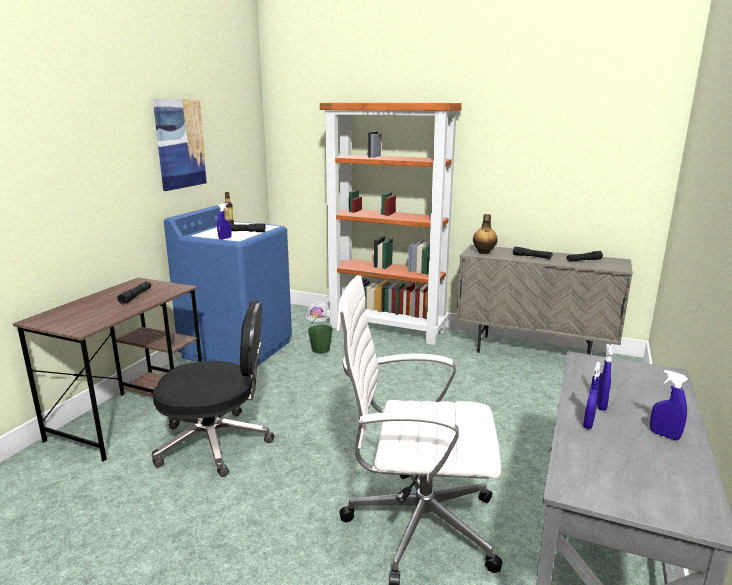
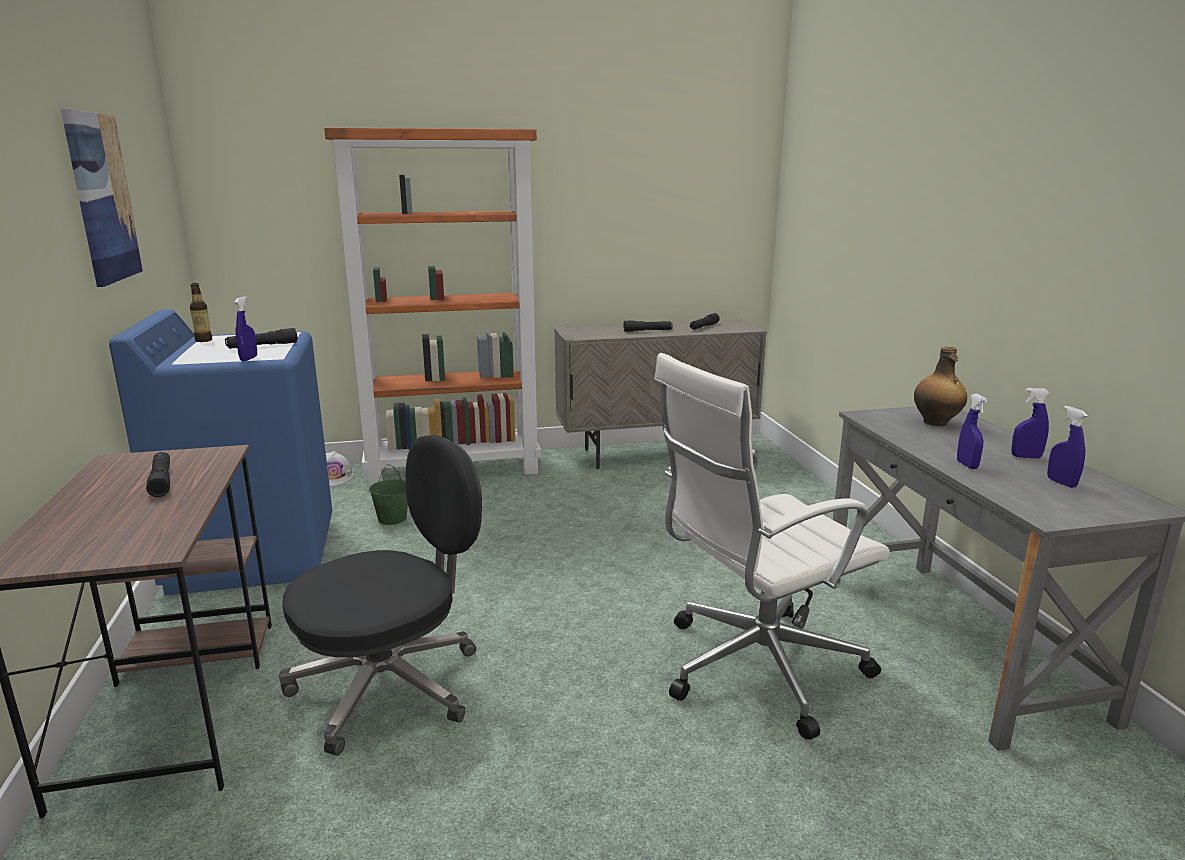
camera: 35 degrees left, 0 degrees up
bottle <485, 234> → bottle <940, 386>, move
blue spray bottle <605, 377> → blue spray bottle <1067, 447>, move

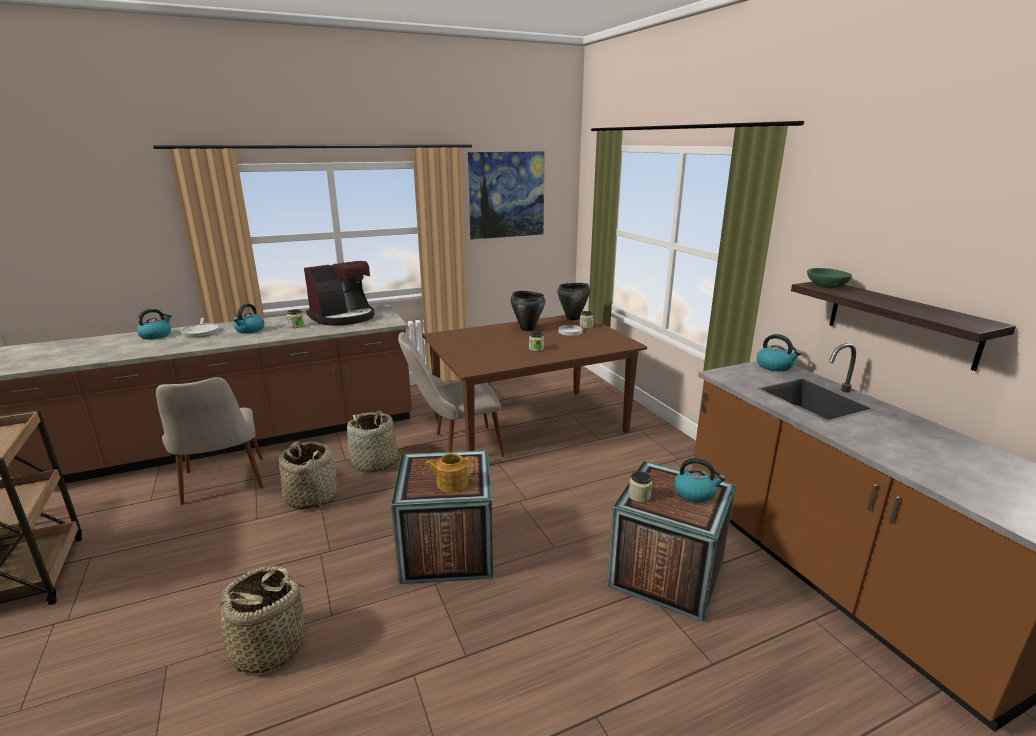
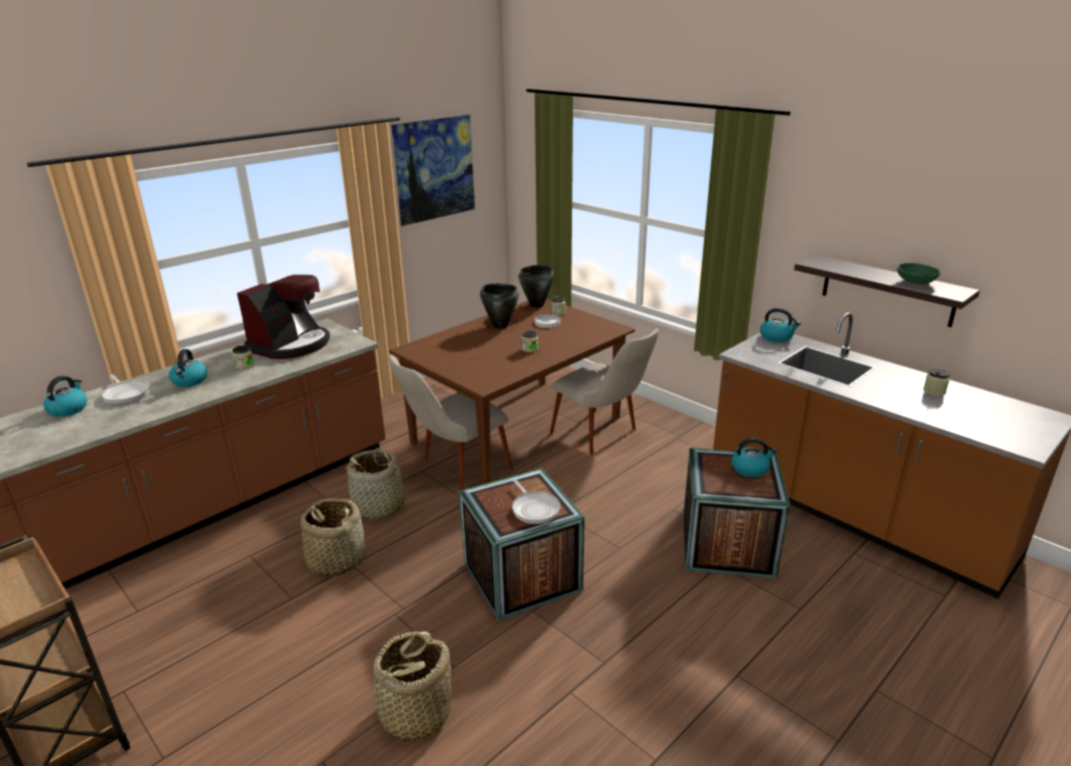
camera: 20 degrees left, 5 degrees up
green bowl <829, 278> → green bowl <919, 273>, move
beige chair <209, 441> → beige chair <604, 391>, move
teapot <450, 472> → frying pan <536, 501>
jar <640, 486> → jar <936, 382>, move

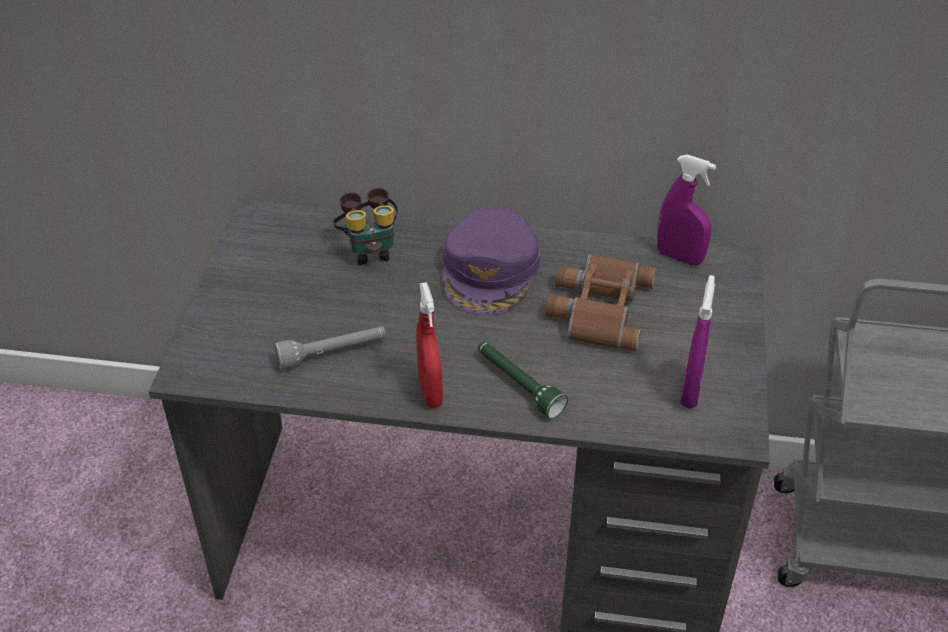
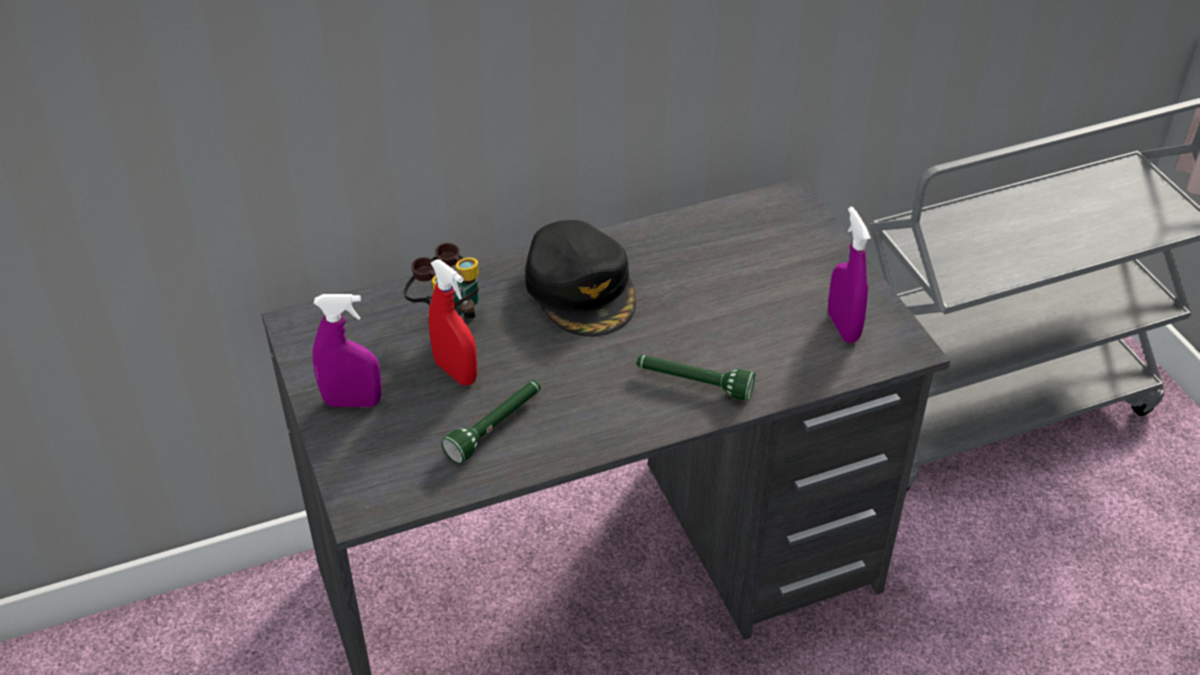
camera: 30 degrees left, 0 degrees up
purple spray bottle <686, 209> → purple spray bottle <347, 350>, move
purple cap <491, 260> → black cap <580, 278>
brown binoculars <600, 302> → -
red spray bottle <429, 345> → red spray bottle <453, 322>, move
grey flashlight <330, 348> → green flashlight <491, 422>

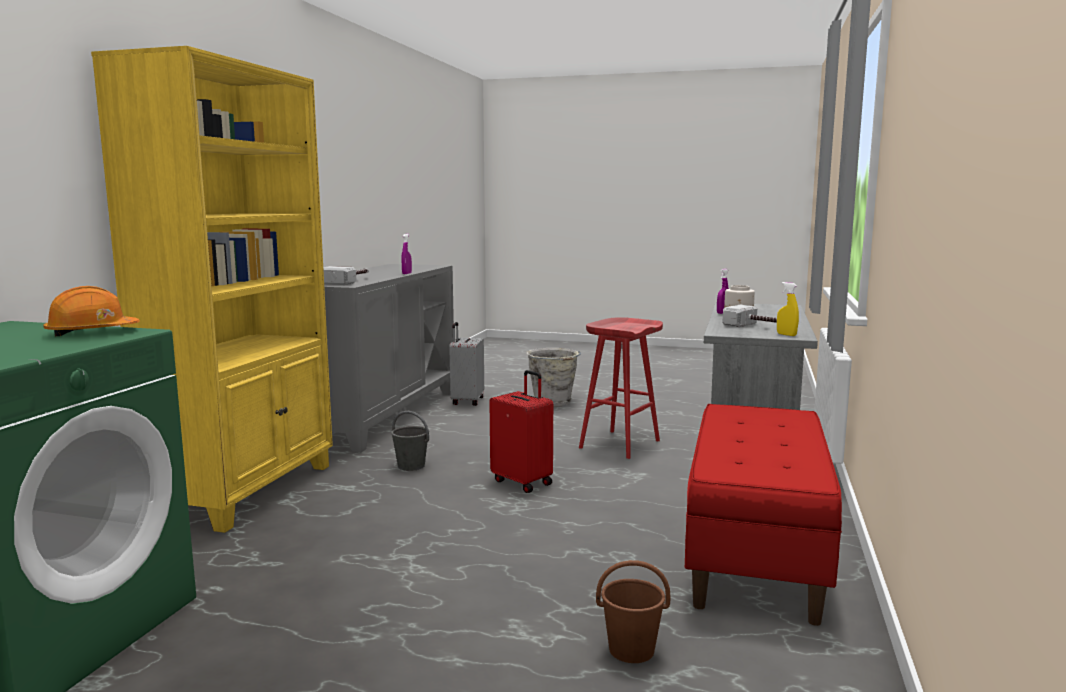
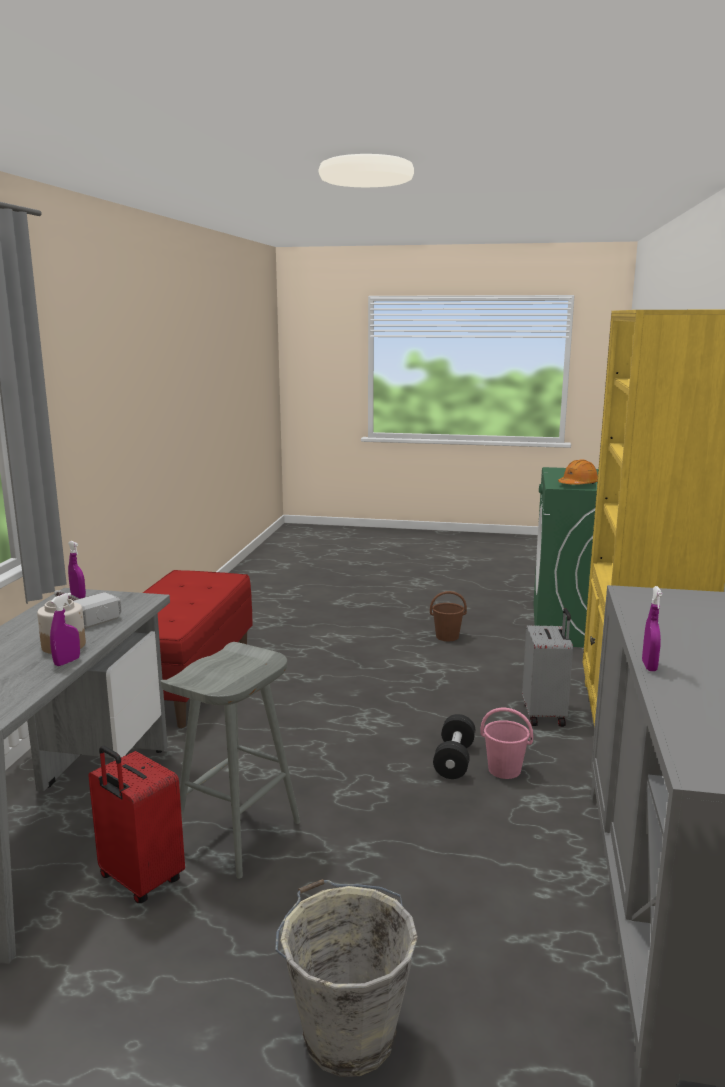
camera: 175 degrees right, 5 degrees up
hammer <346, 275> → -
yellow spray bottle <788, 309> → purple spray bottle <77, 569>
red stool <621, 388> → grey stool <230, 760>
grey suitcase <466, 364> → grey suitcase <547, 667>, move
red suitcase <521, 431> → red suitcase <136, 824>, move
grey bucket <410, 441> → pink bucket <506, 743>
brown bucket <633, 611> → brown bucket <448, 616>, move
- → black dumbbell <454, 746>

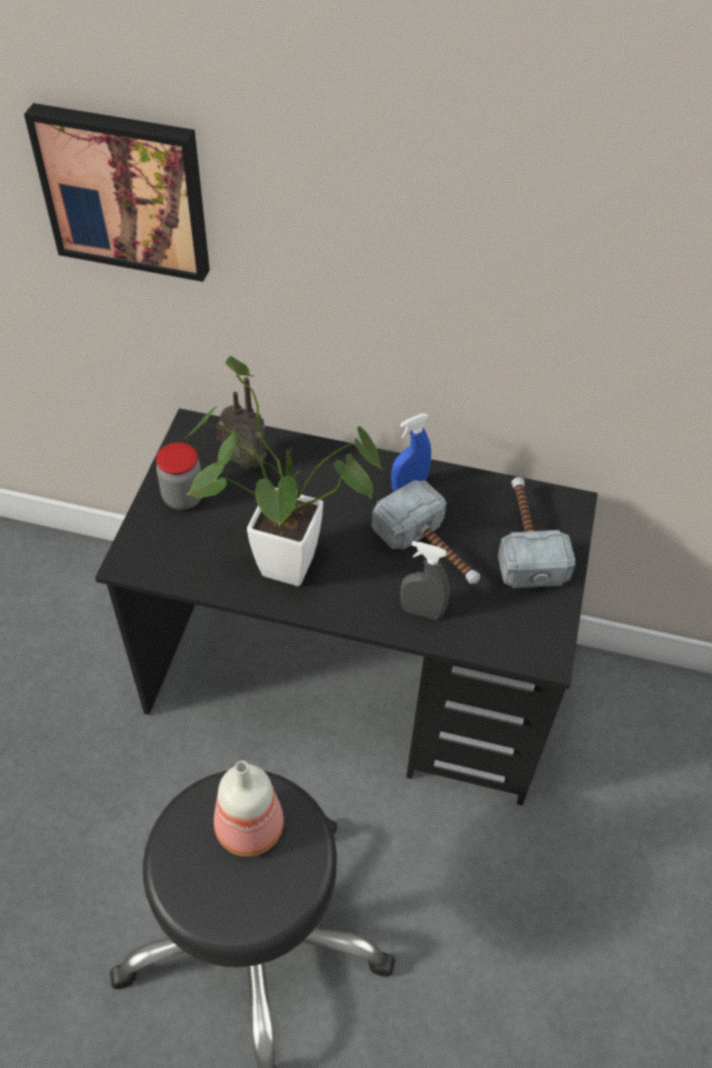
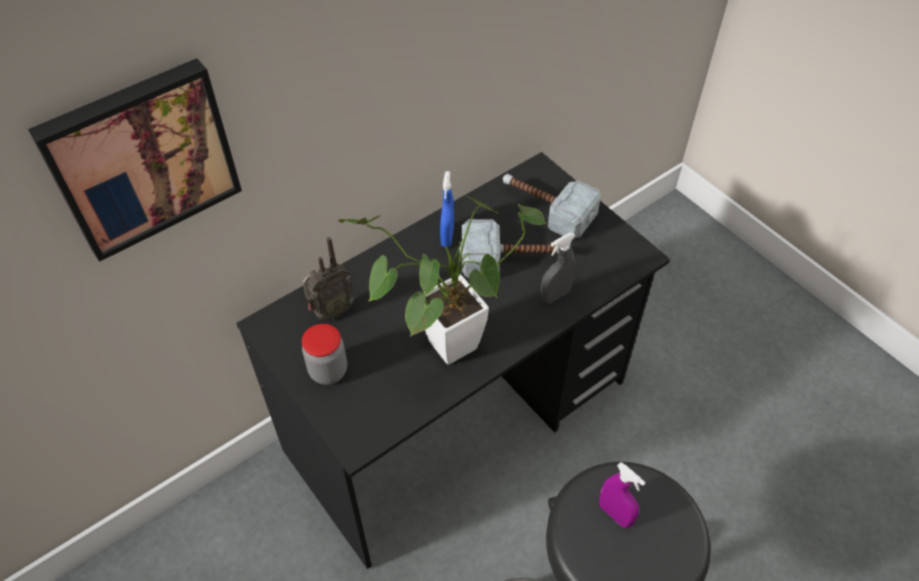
camera: 50 degrees left, 0 degrees up
bottle <249, 809> → purple spray bottle <622, 495>

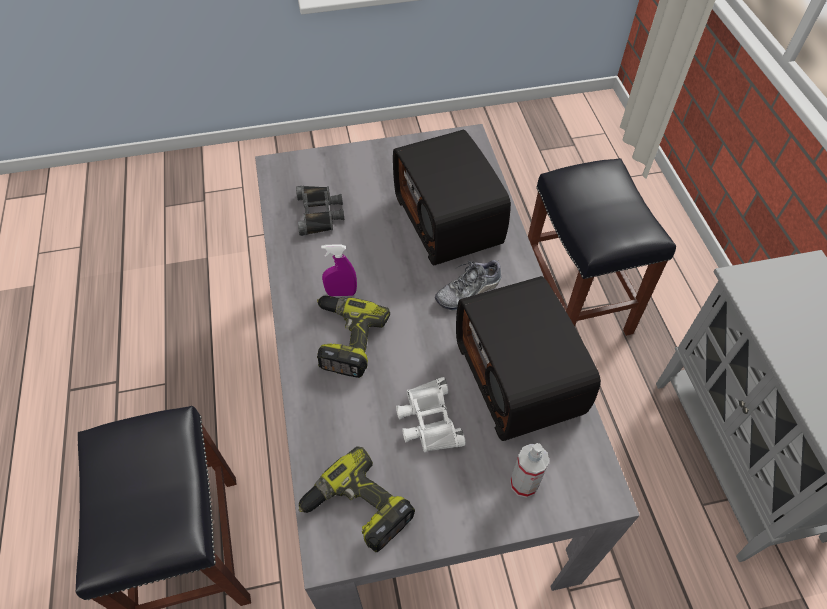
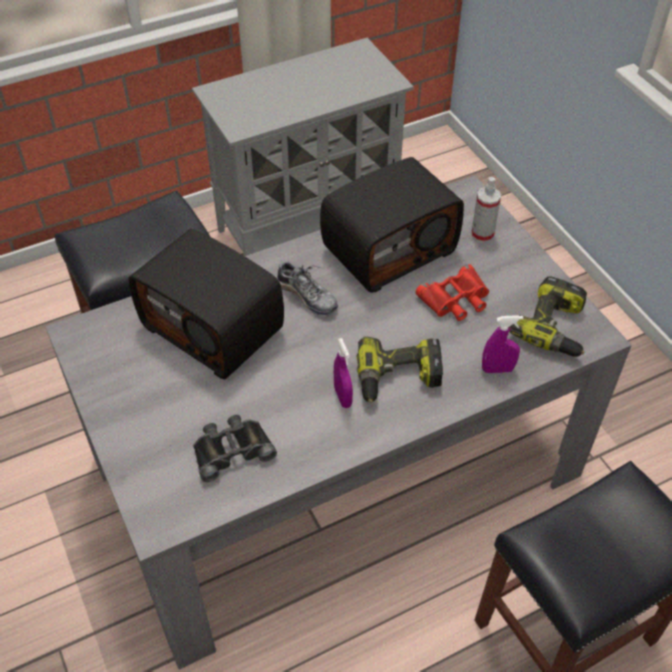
camera: 105 degrees left, 5 degrees down
radio <452, 197> → radio <206, 303>, 75 degrees clockwise
white binoculars <431, 414> → red binoculars <452, 292>
- → purple spray bottle <503, 344>

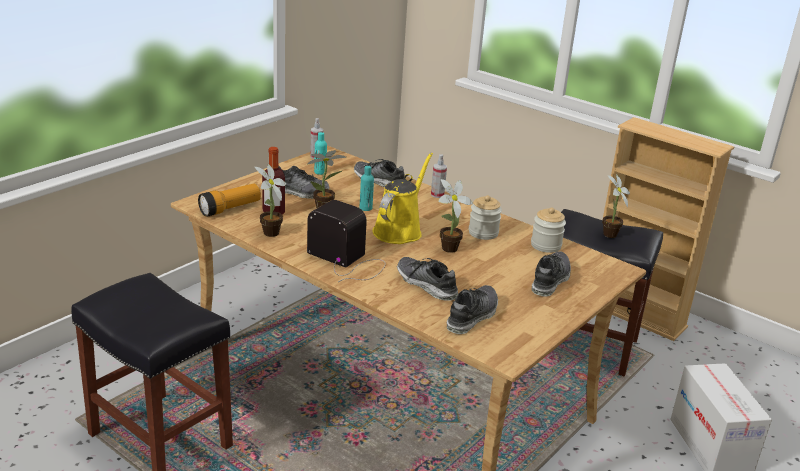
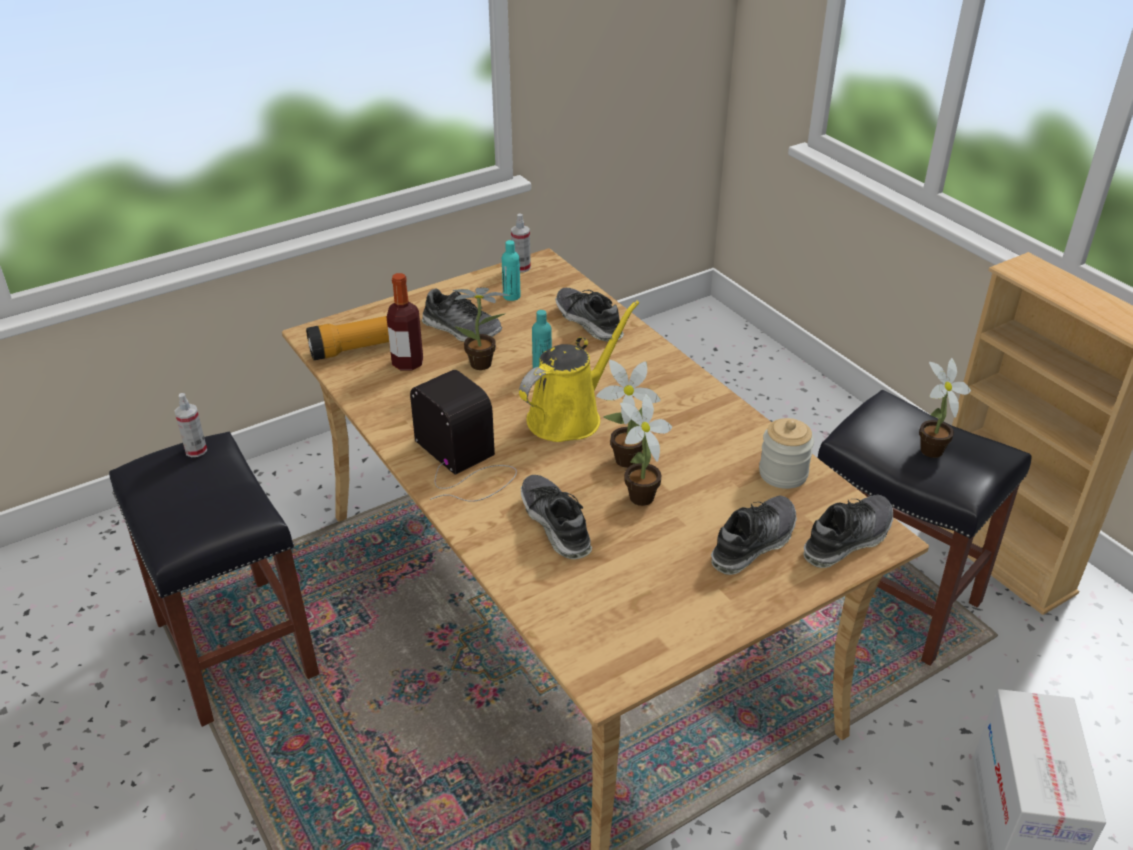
camera: 20 degrees right, 10 degrees up
spray bottle <439, 176> → spray bottle <191, 425>, move
potted plant <270, 200> → potted plant <646, 449>, move
jar <485, 217> → -
shoe <472, 309> → shoe <848, 531>, move

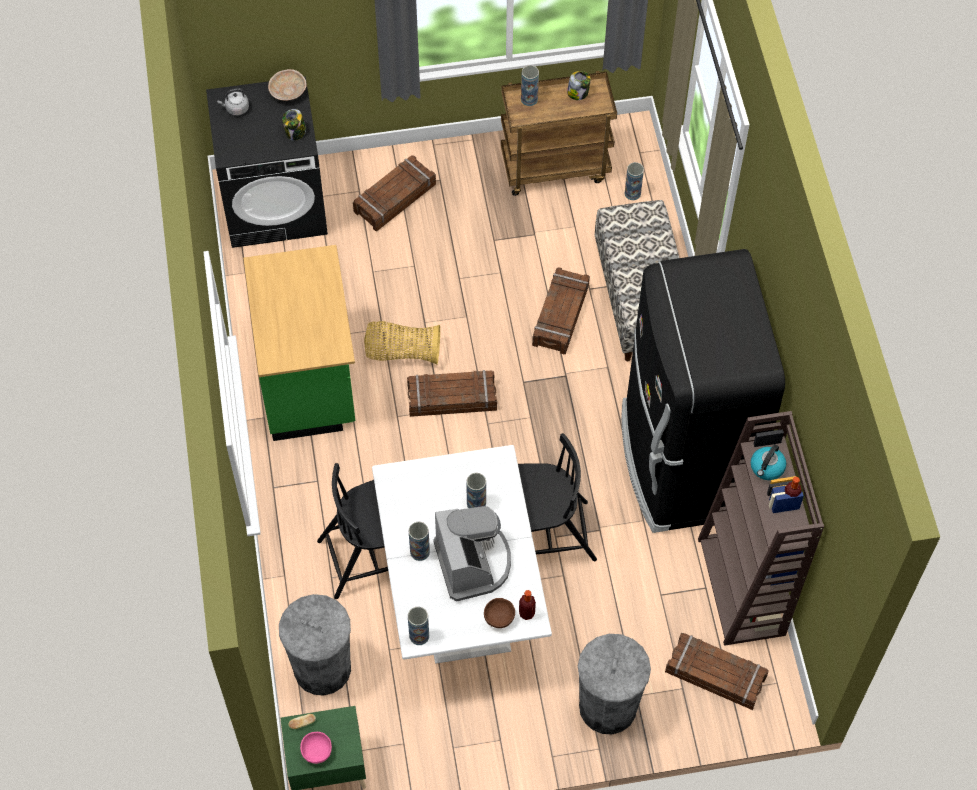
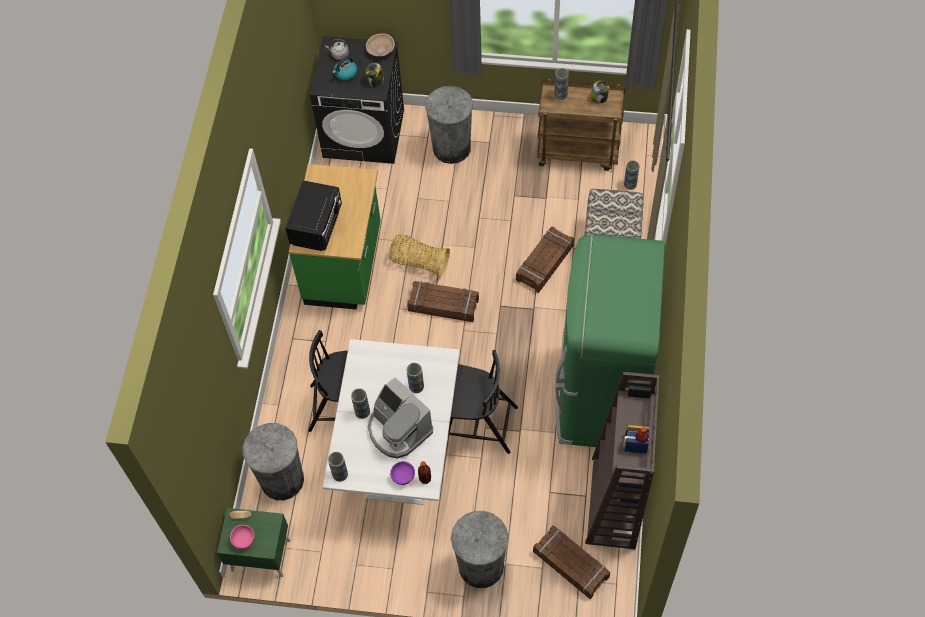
camera: 20 degrees right, 0 degrees up
crate <394, 193> → grey trash can <449, 125>
black fridge <703, 391> → green fridge <610, 341>
kettle <768, 462> → kettle <344, 68>, move
coffee machine <472, 553> → coffee machine <400, 418>, 135 degrees clockwise
brown bowl <499, 613> → purple bowl <402, 473>
- → black microwave <313, 215>

